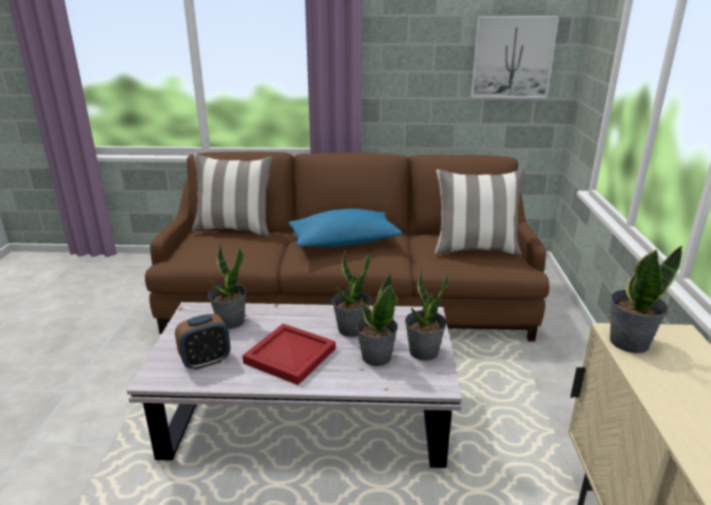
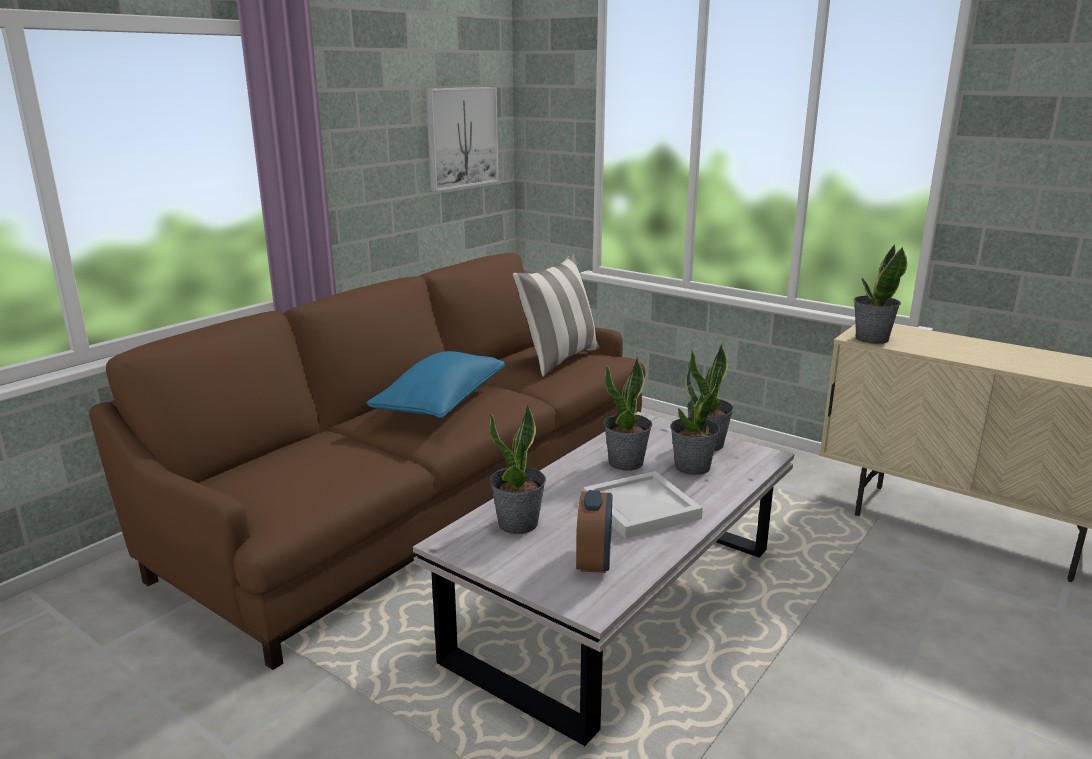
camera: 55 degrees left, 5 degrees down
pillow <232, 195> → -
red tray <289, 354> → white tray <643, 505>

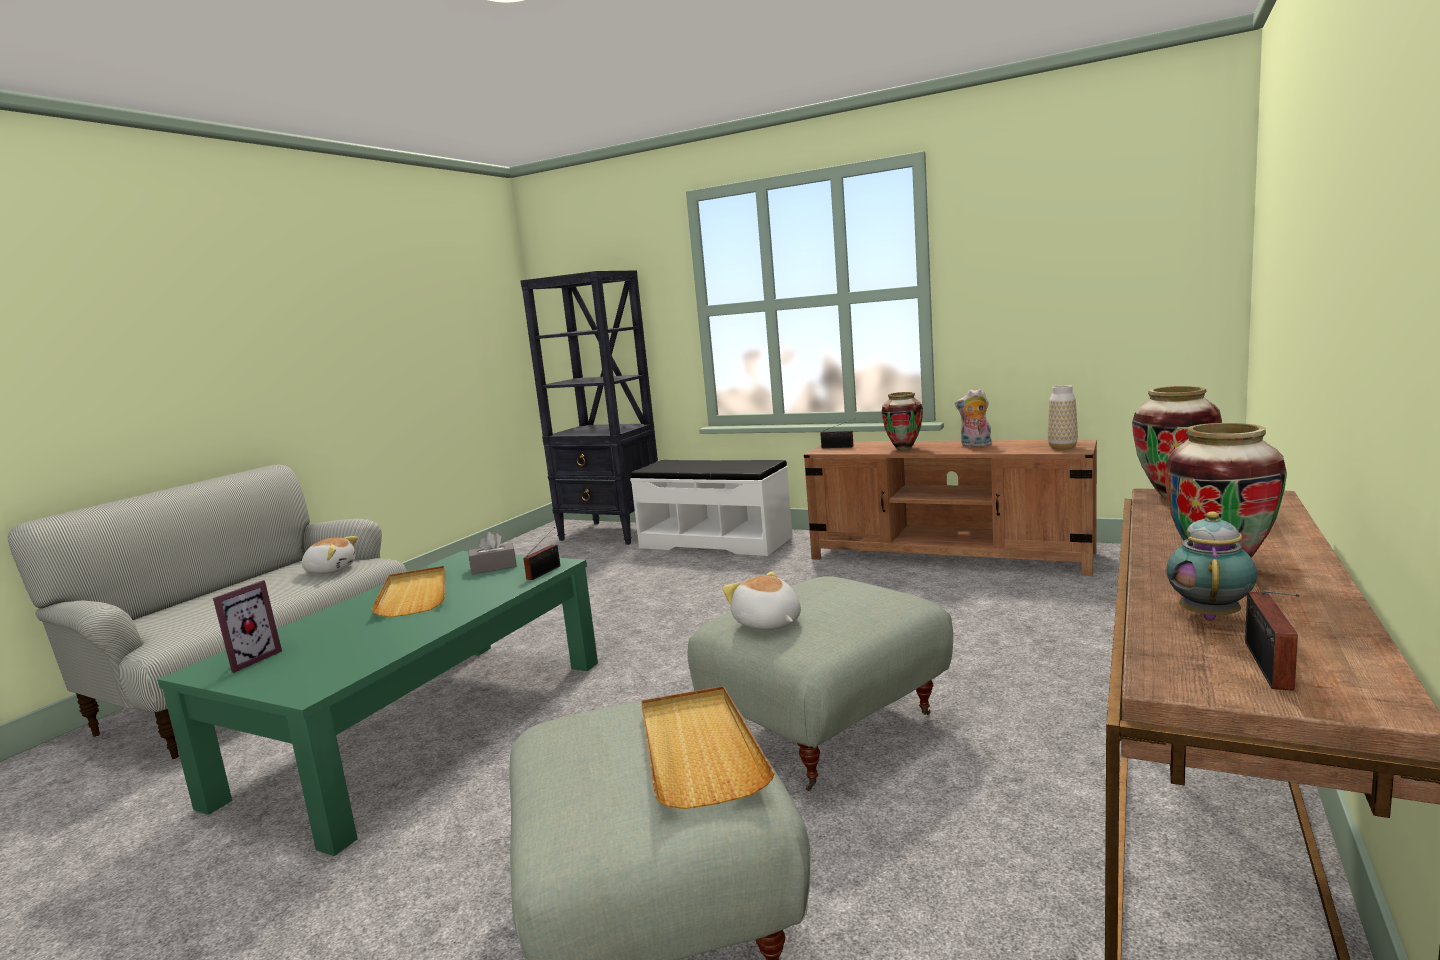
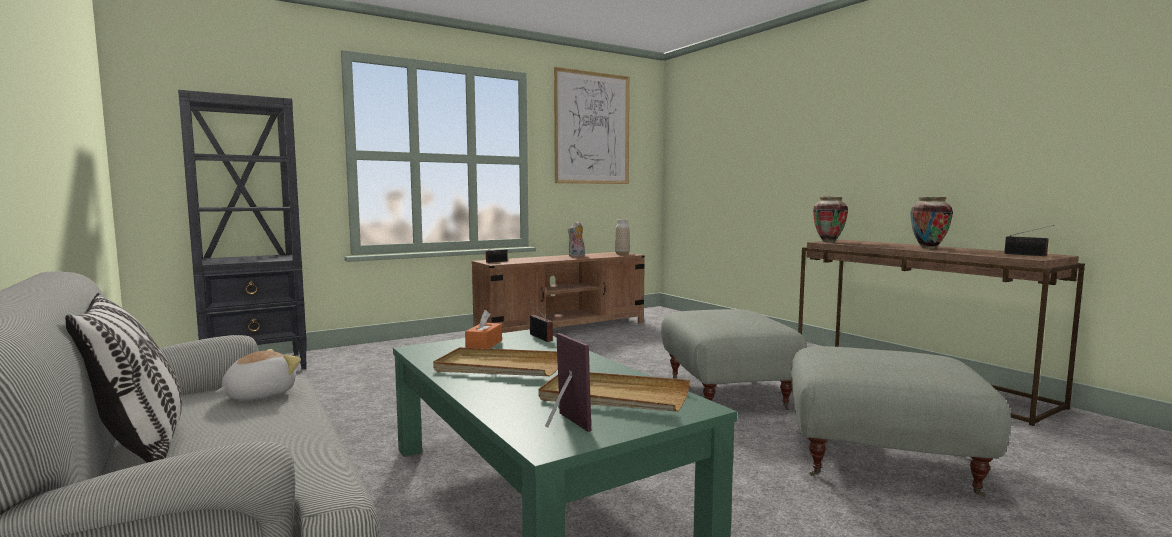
camera: 60 degrees left, 5 degrees down
vase <902, 421> → -
white bench <711, 508> → -
teapot <1211, 565> → -
grey tissue box <493, 553> → orange tissue box <483, 329>
plush toy <761, 601> → -
beige tray <708, 747> → beige tray <614, 392>, move
- → picture <592, 125>
- → pillow <123, 378>

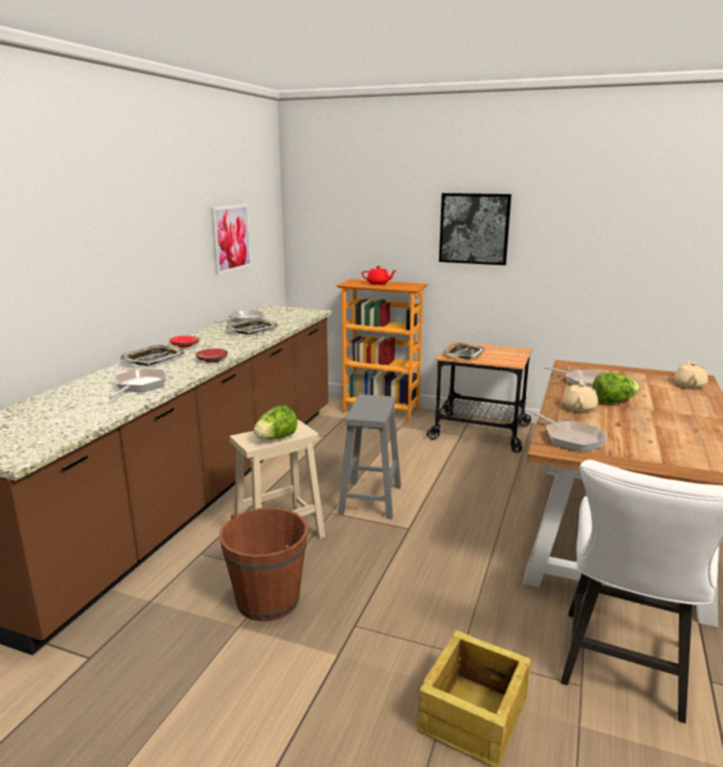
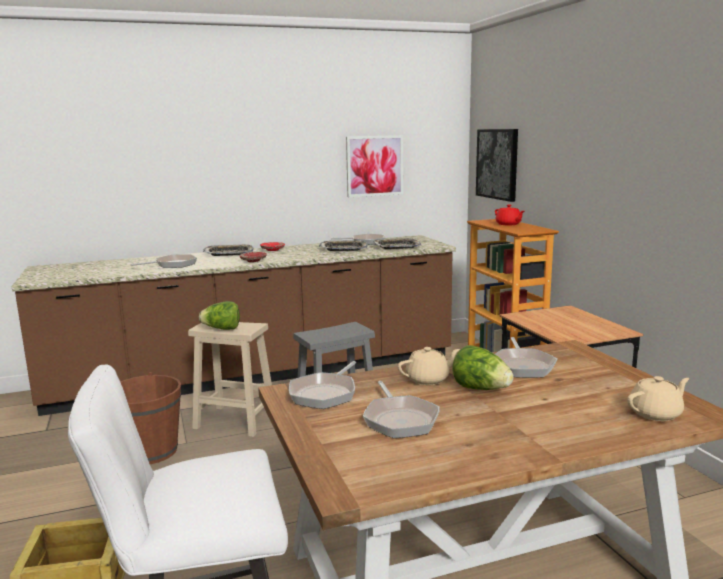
camera: 50 degrees right, 5 degrees down
picture <475, 229> → picture <497, 165>, move
tray <464, 351> → tray <396, 243>, move
- → frying pan <401, 409>

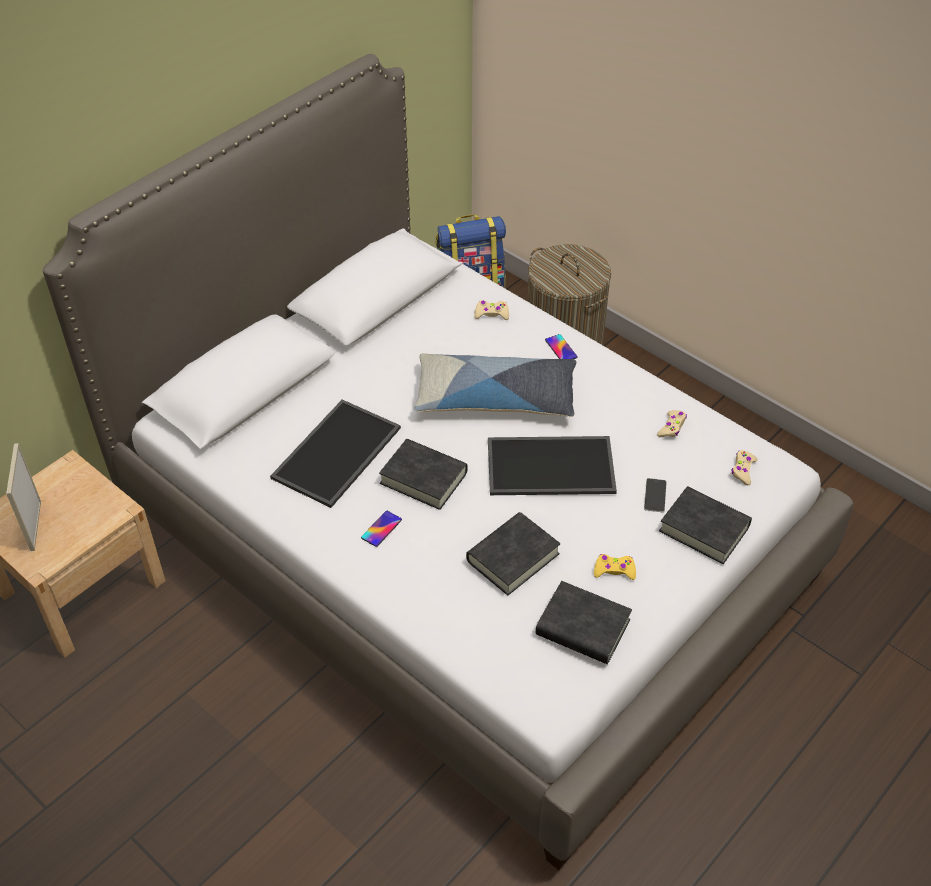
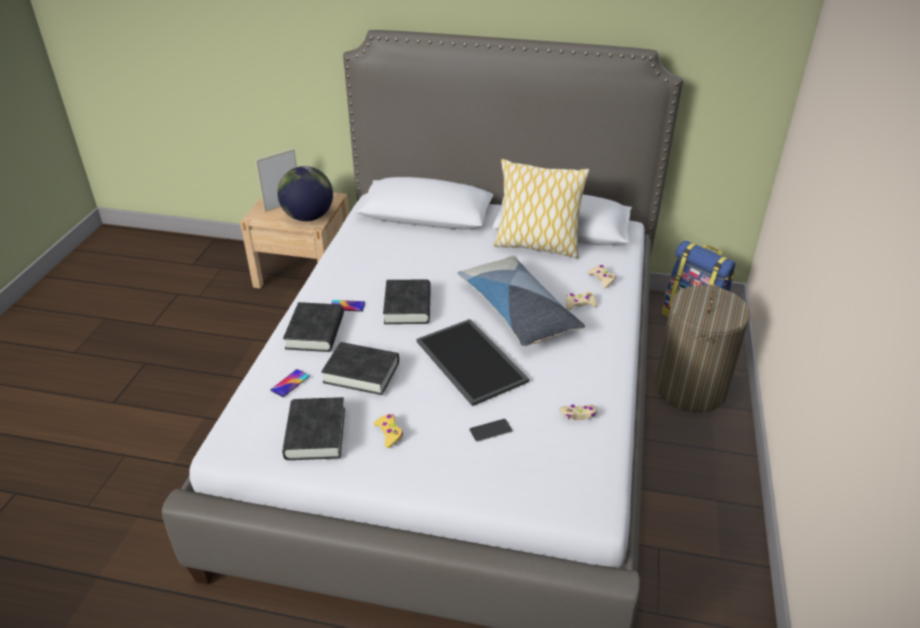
camera: 60 degrees right, 10 degrees down
phone <561, 346> → phone <290, 383>, move
tray <335, 453> → -
beige game controller <744, 467> → beige game controller <582, 301>, move
black book <705, 525> → black book <313, 327>, move
- → pillow <542, 209>
- → globe <305, 193>

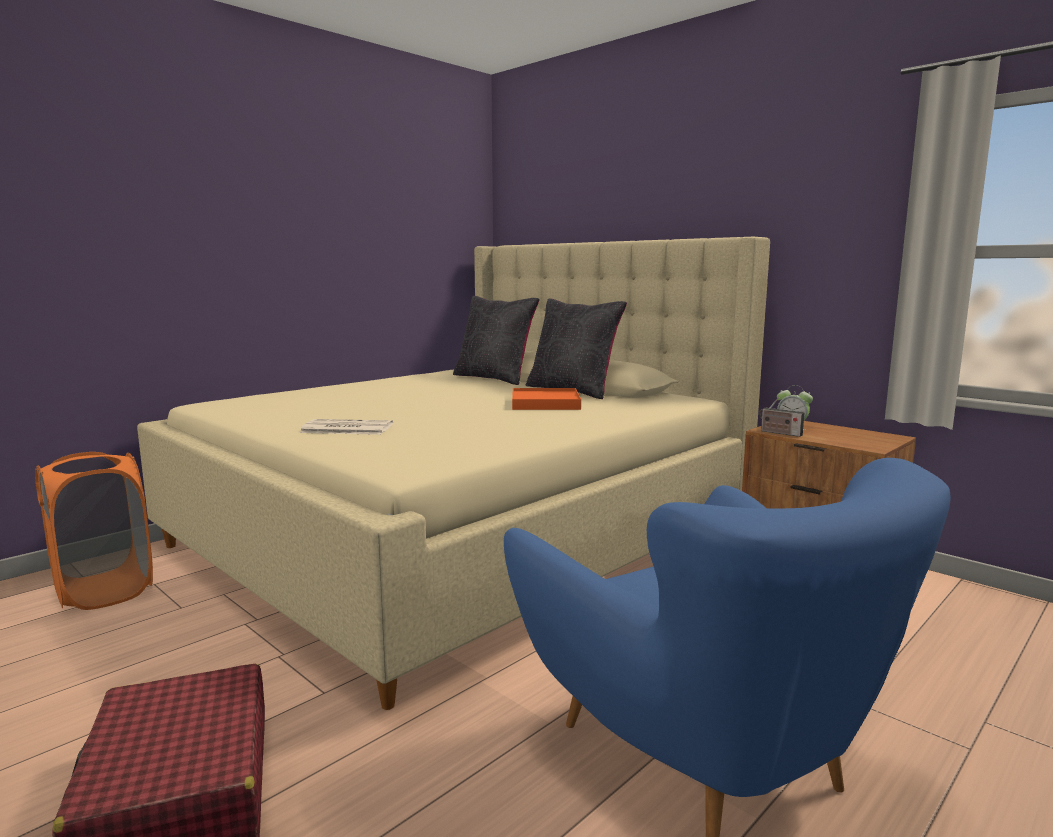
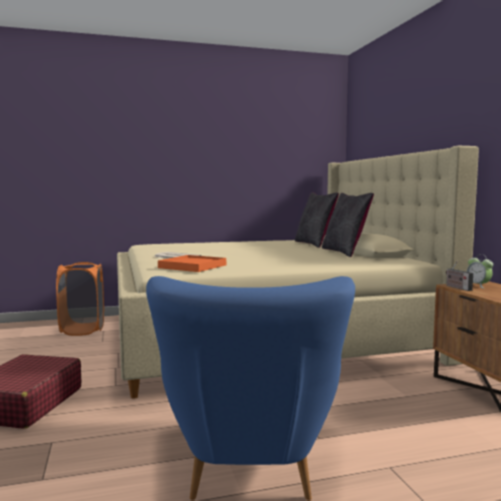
camera: 30 degrees right, 5 degrees down
orange tray <546, 399> → orange tray <192, 263>, move

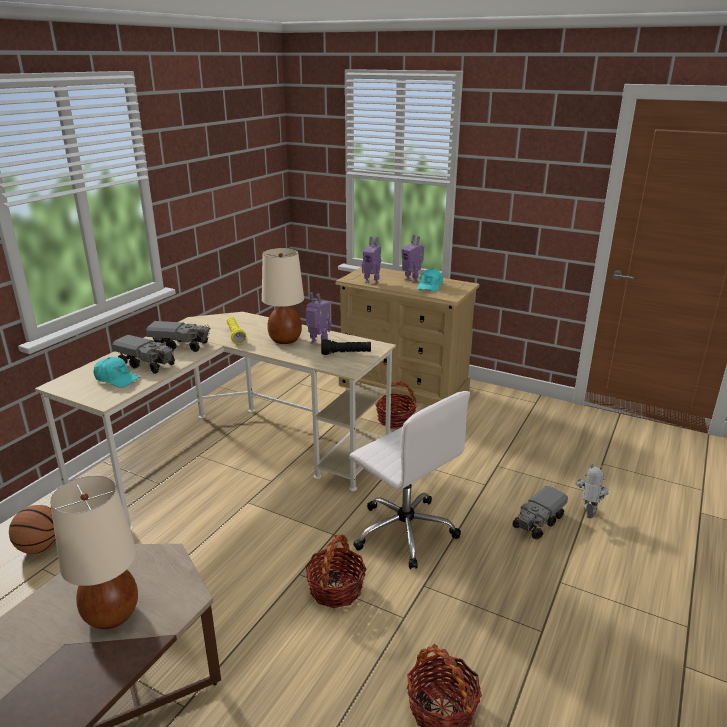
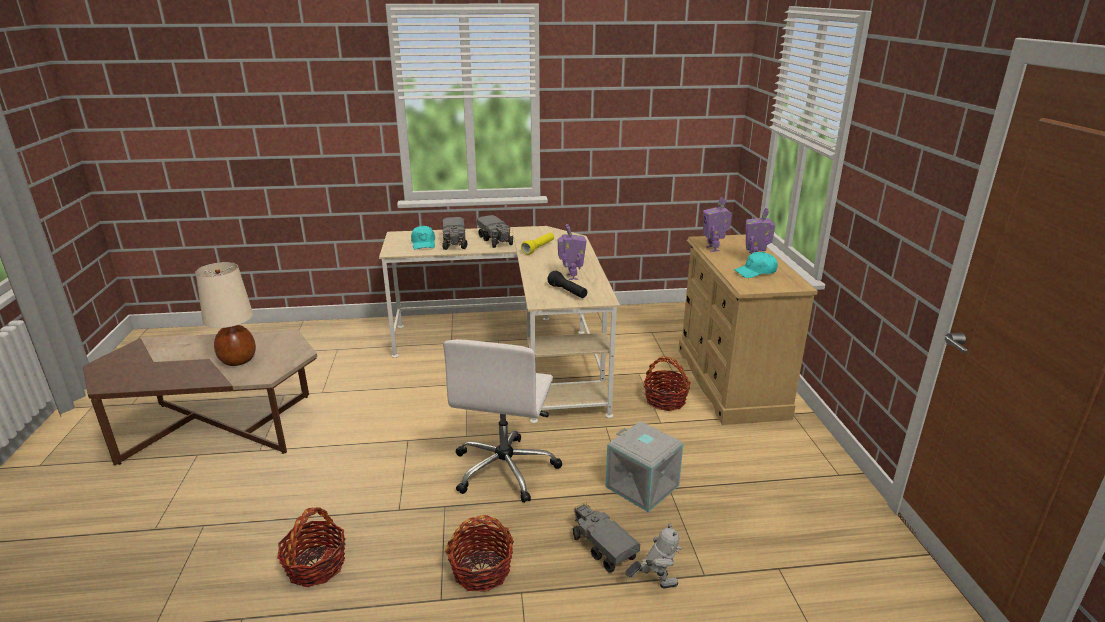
camera: 55 degrees right, 0 degrees up
beige table lamp <283, 296> → -
toy truck <540, 512> → toy truck <606, 537>, 45 degrees clockwise
basketball <32, 529> → -
basket <336, 571> → basket <479, 553>, move
- → grey storage box <644, 466>

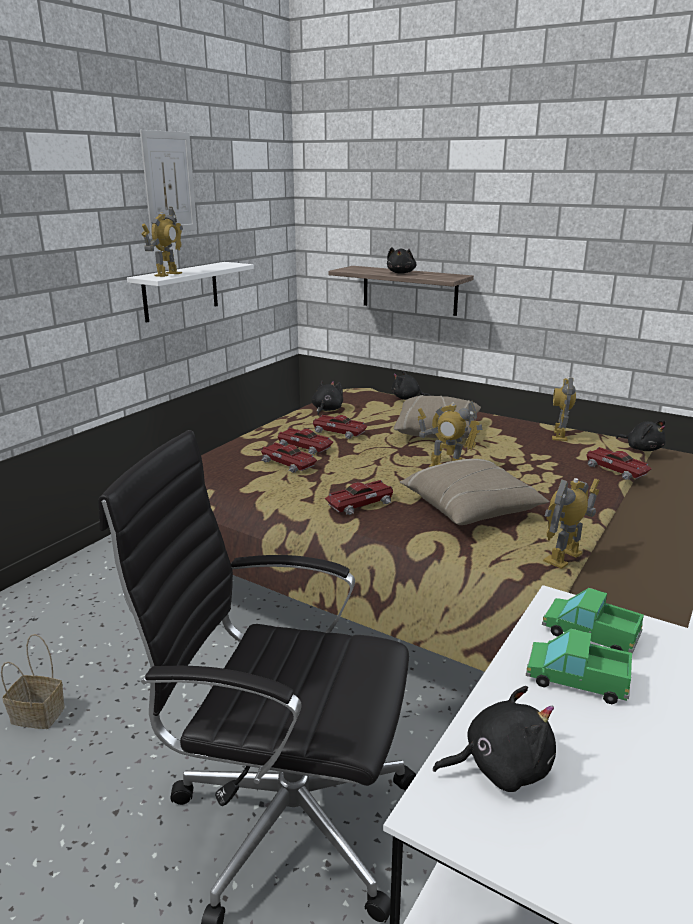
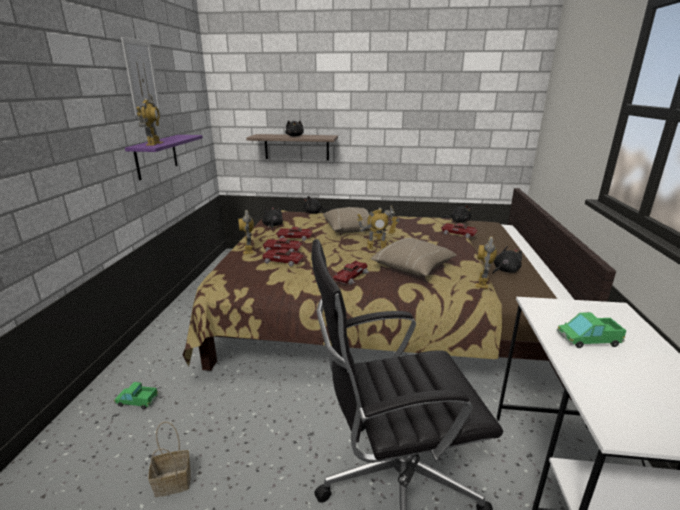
camera: 25 degrees left, 0 degrees up
white shelf <190, 292> → purple shelf <164, 157>
toy robot <564, 409> → toy robot <246, 232>, move
toy truck <593, 620> → toy truck <136, 395>, move
black plush toy <494, 739> → black plush toy <507, 260>, move

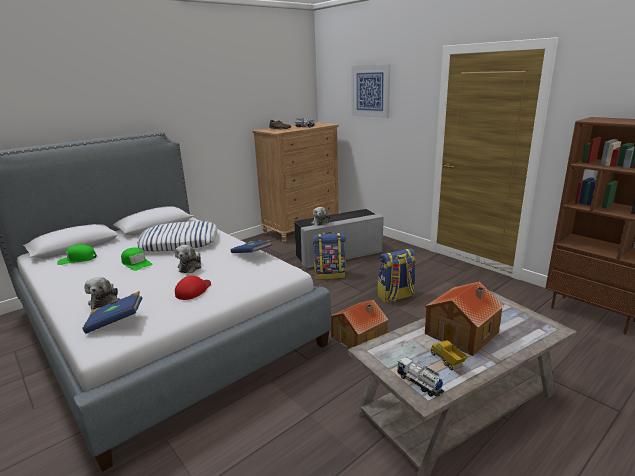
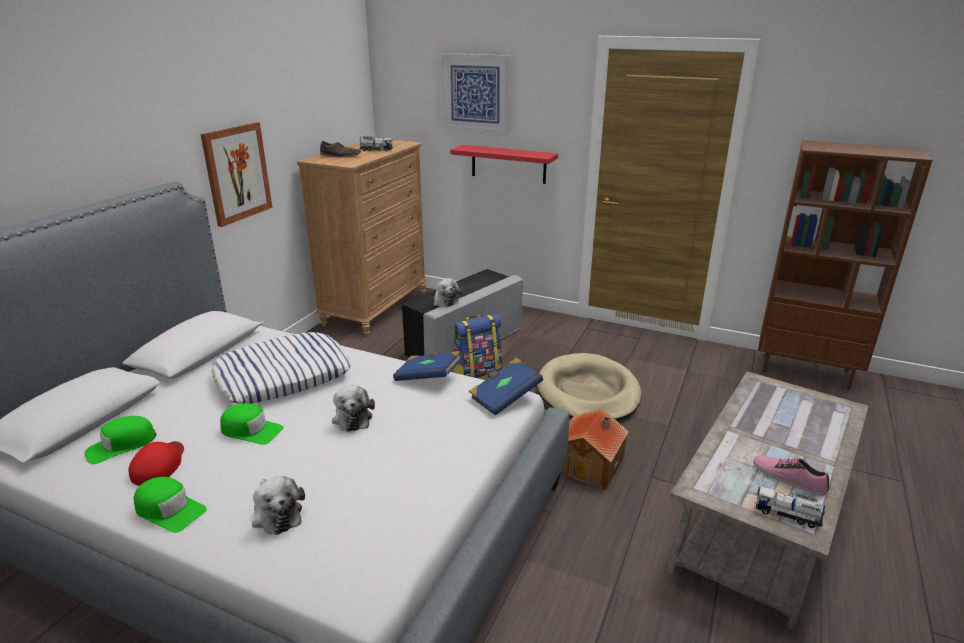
camera: 25 degrees left, 5 degrees up
backpack <397, 275> → beige dog bed <589, 387>
red cap <193, 287> → red cap <156, 463>, move
toy house <464, 318> → -
blue book <112, 312> → blue book <506, 387>, move
toy truck <449, 355> → shoe <791, 475>
- → picture <236, 174>
- → red shelf <504, 164>
- → green cap <170, 505>

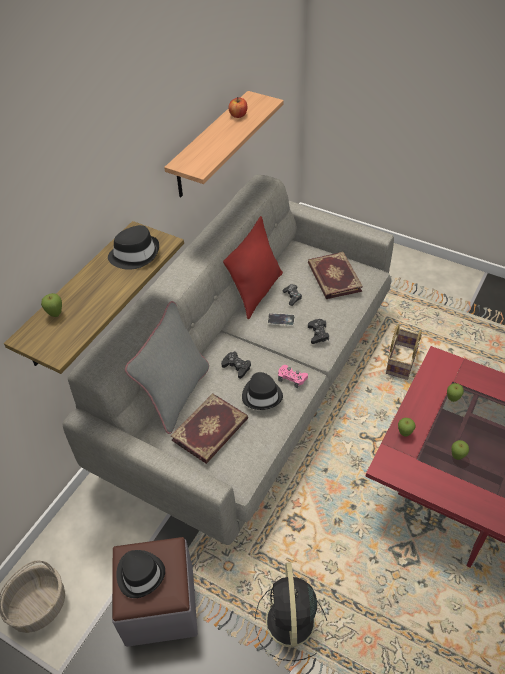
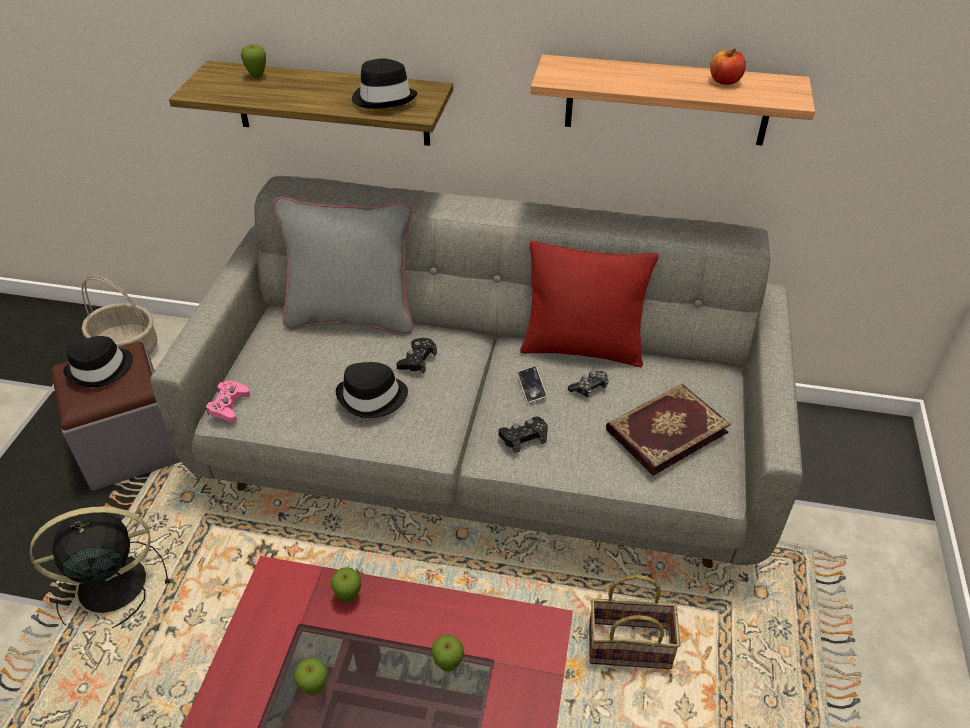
camera: 70 degrees right, 5 degrees down
pink game controller <293, 377> → pink game controller <228, 401>, move
book <209, 428> → -

